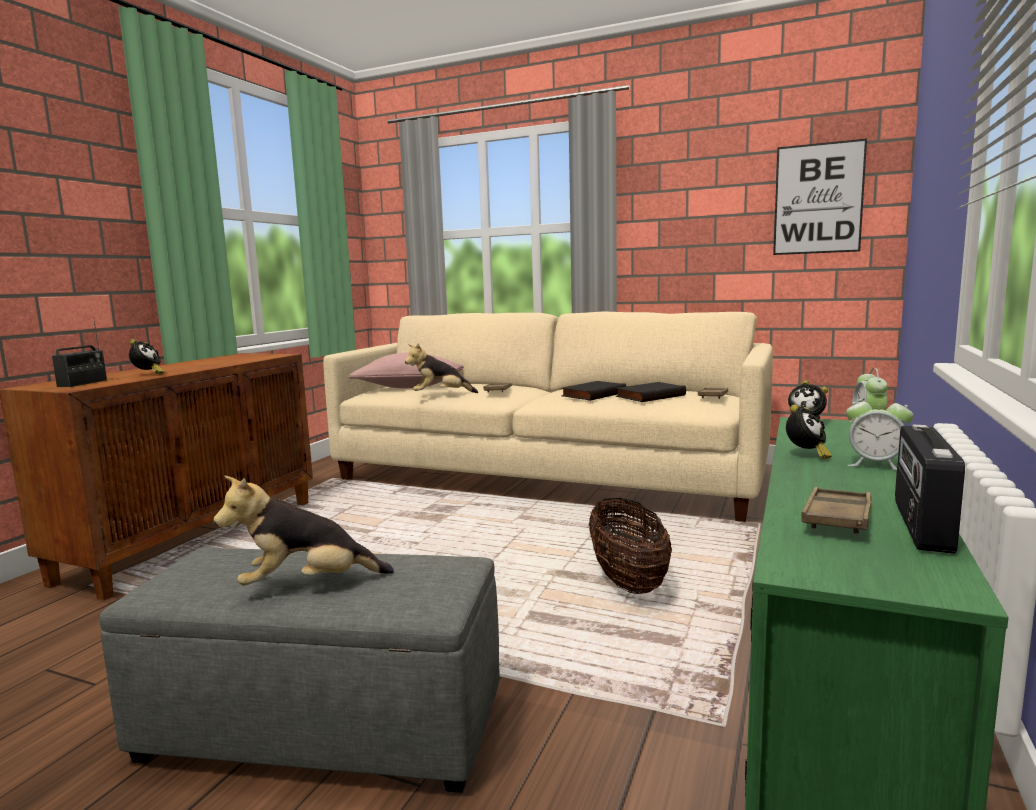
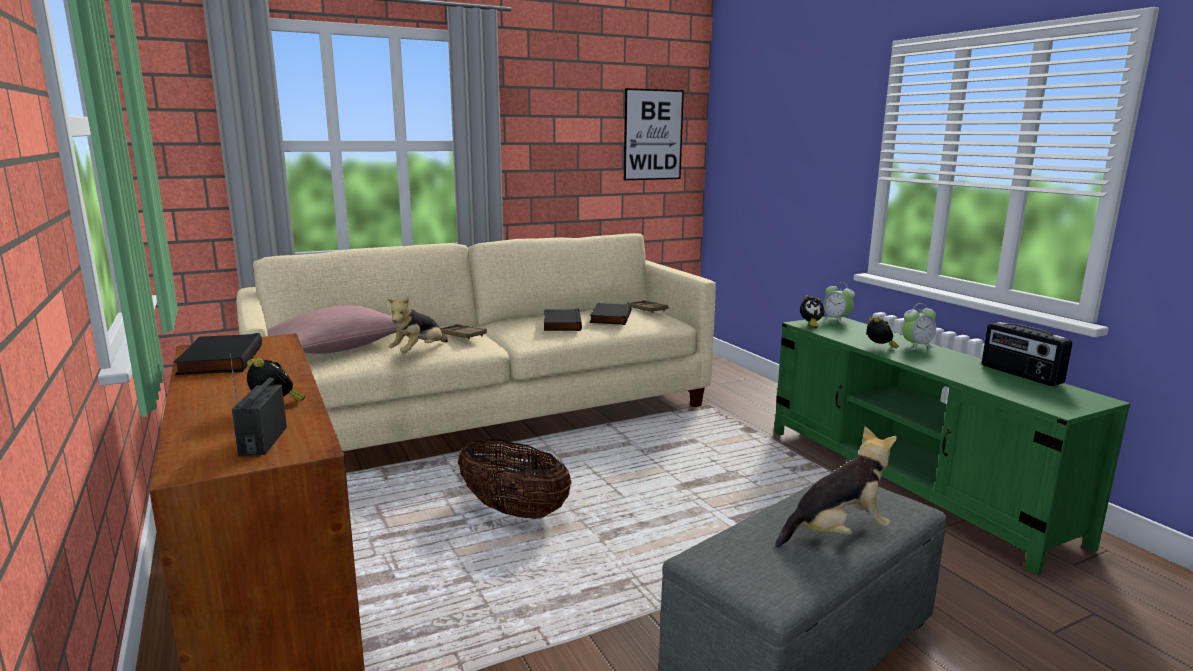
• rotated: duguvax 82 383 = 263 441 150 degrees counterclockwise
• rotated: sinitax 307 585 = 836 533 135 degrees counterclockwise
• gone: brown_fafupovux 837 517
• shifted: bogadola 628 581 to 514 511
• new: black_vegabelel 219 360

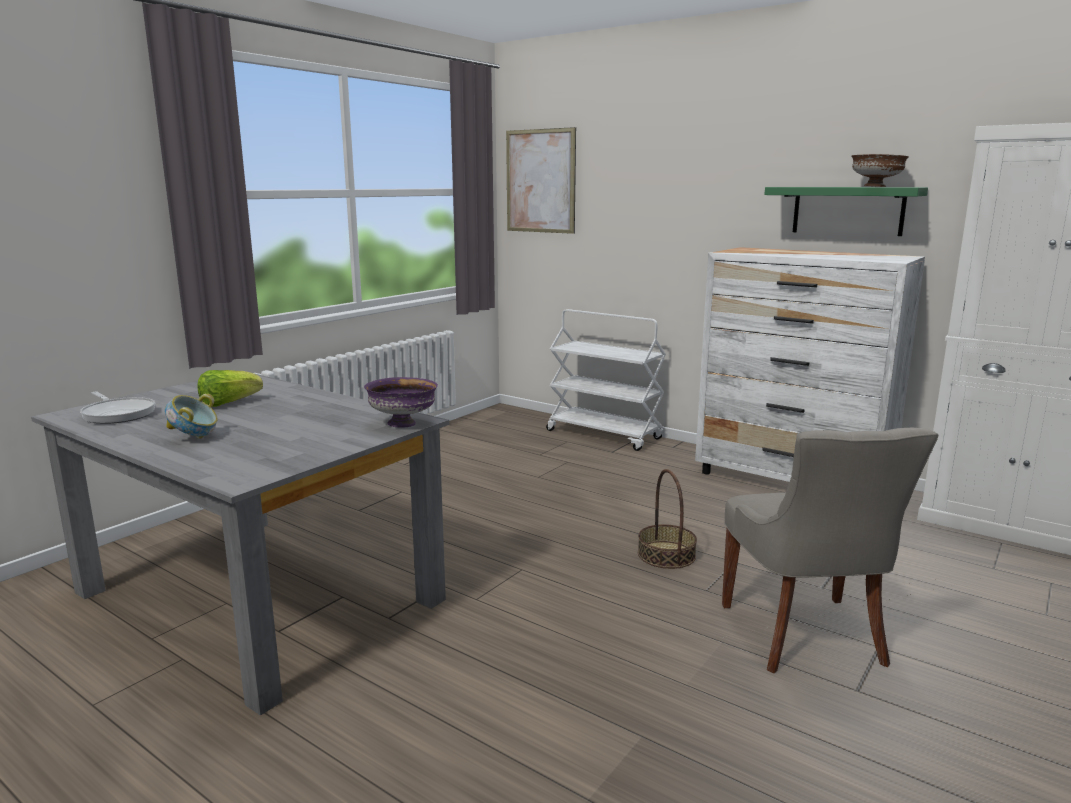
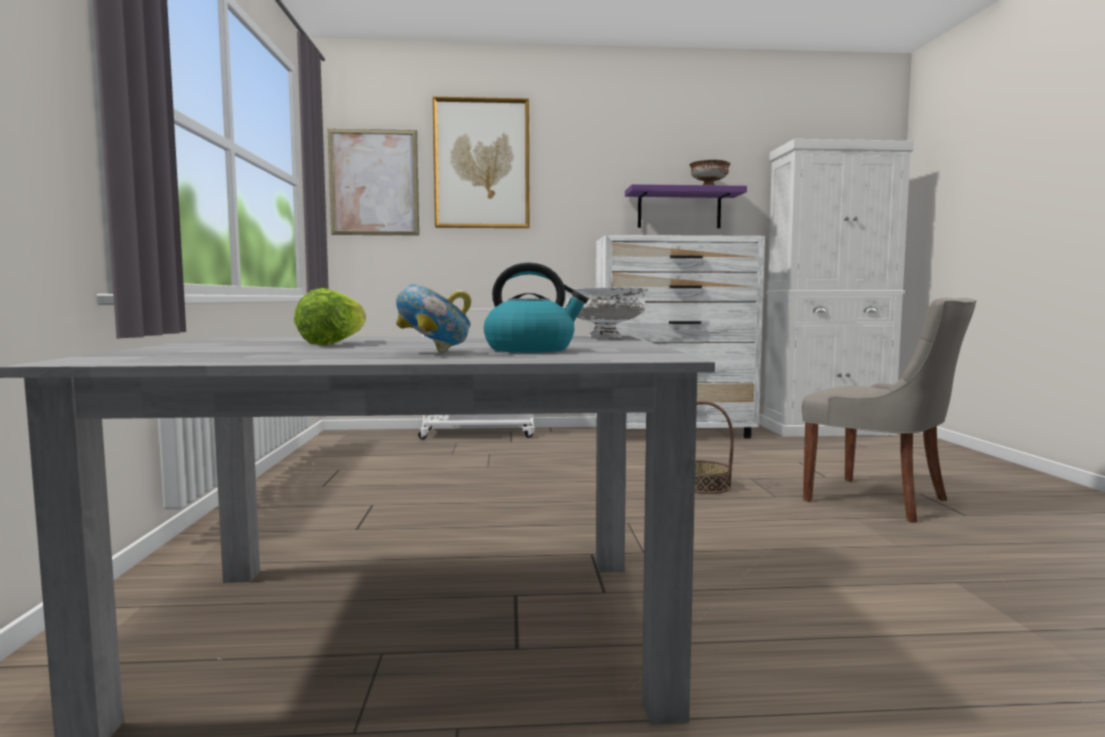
• repainted: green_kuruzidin 848 210 to purple_kuruzidin 679 209
• repainted: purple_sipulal 402 423 to white_sipulal 604 337
• gone: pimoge 118 414
• new: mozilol 481 164
• new: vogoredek 531 349

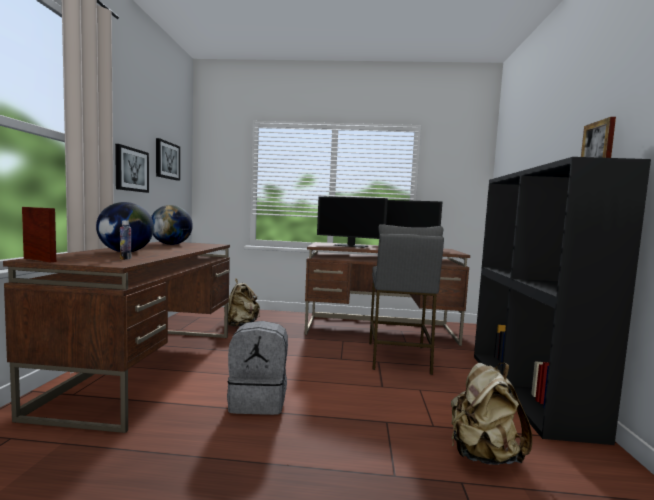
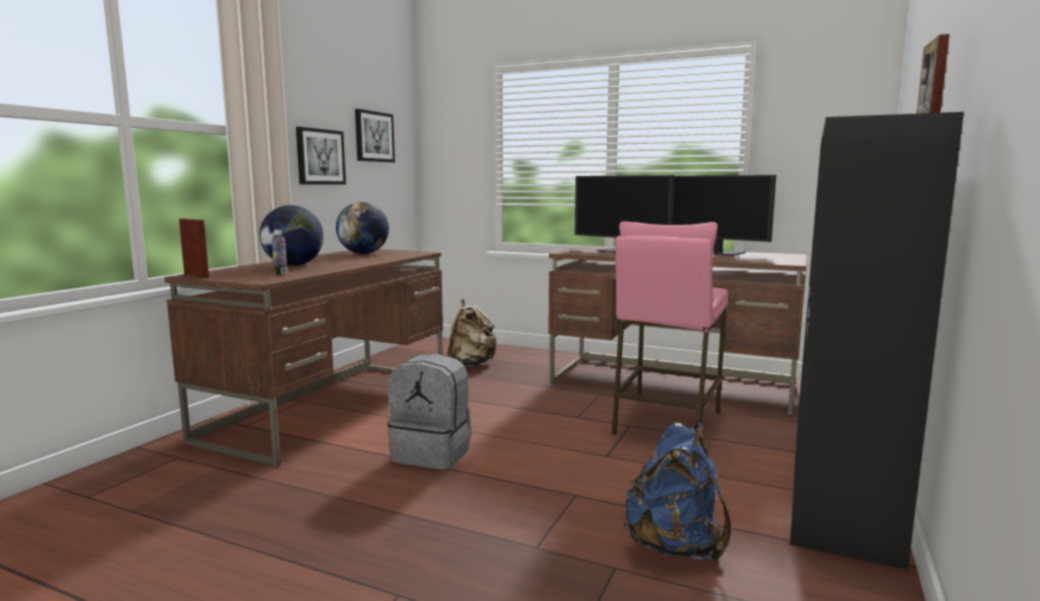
• repainted: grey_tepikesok 398 357 to pink_tepikesok 665 423
• repainted: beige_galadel 482 454 to blue_galadel 675 547

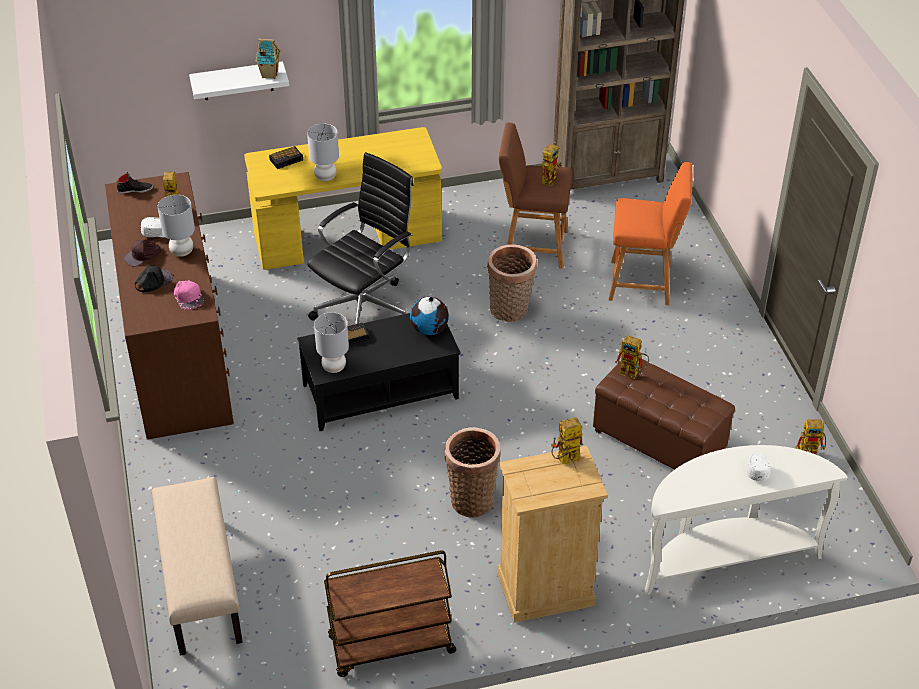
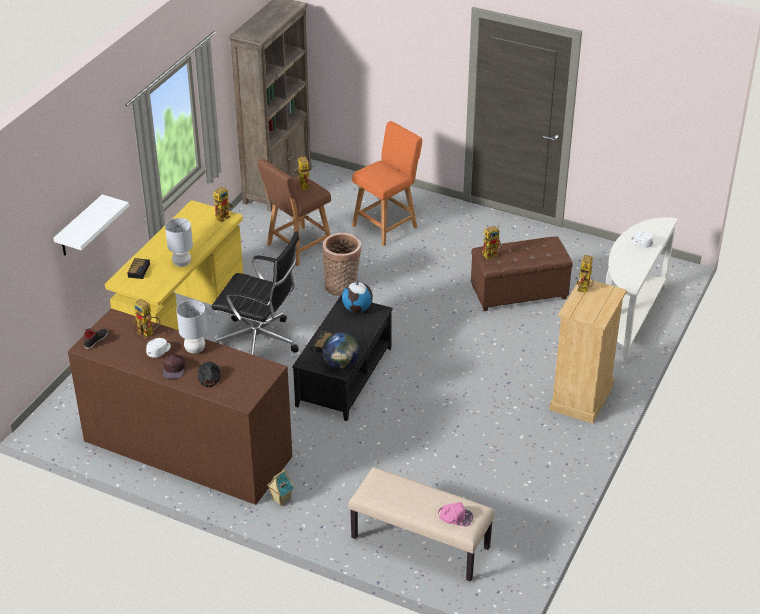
• shifted: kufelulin 269 74 to 280 500
• rotated: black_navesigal 365 308 = 259 343 120 degrees clockwise
• shifted: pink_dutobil 188 296 to 455 516
• swapped: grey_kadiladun 334 367 to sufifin 341 364
• shifted: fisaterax 811 452 to 224 216
• gone: bogadola 472 498
• gone: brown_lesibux 391 646

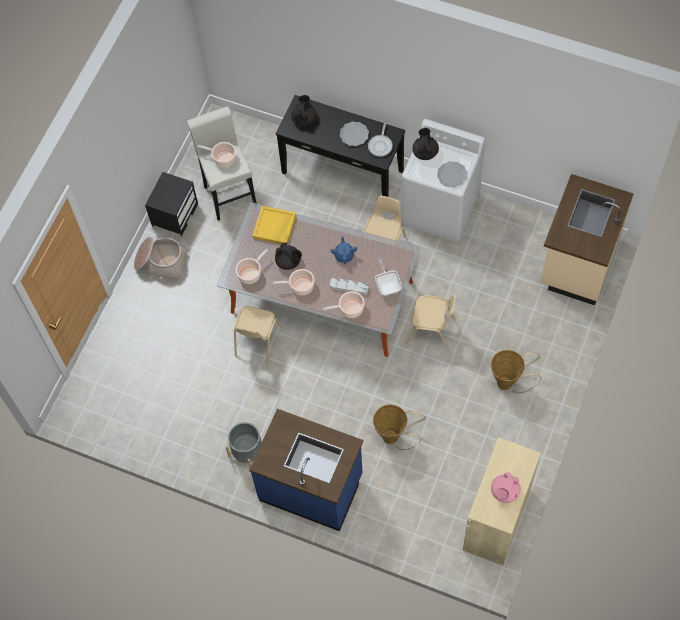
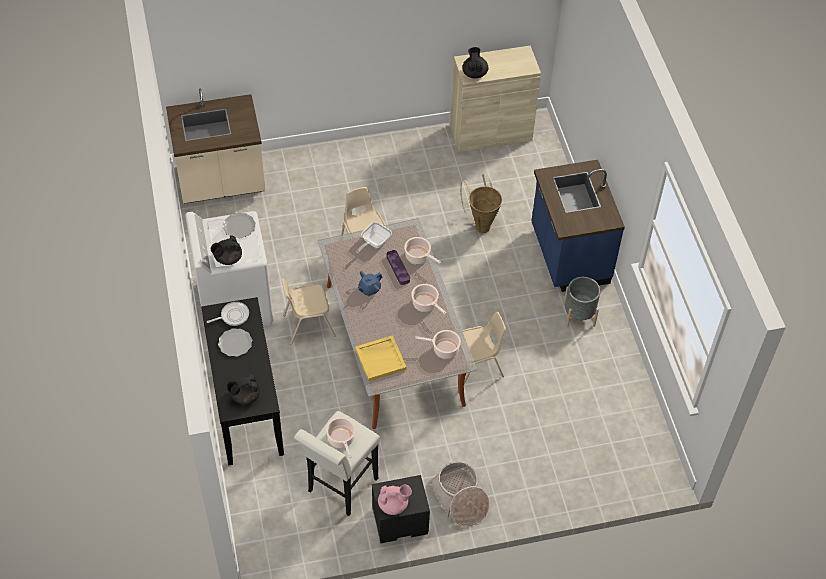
• shifted: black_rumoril 289 262 to 474 73
• repainted: grey_fafupovux 349 287 to purple_fafupovux 398 268
• gone: bogadola 508 383
• shifted: pink_rumoril 504 492 to 393 505

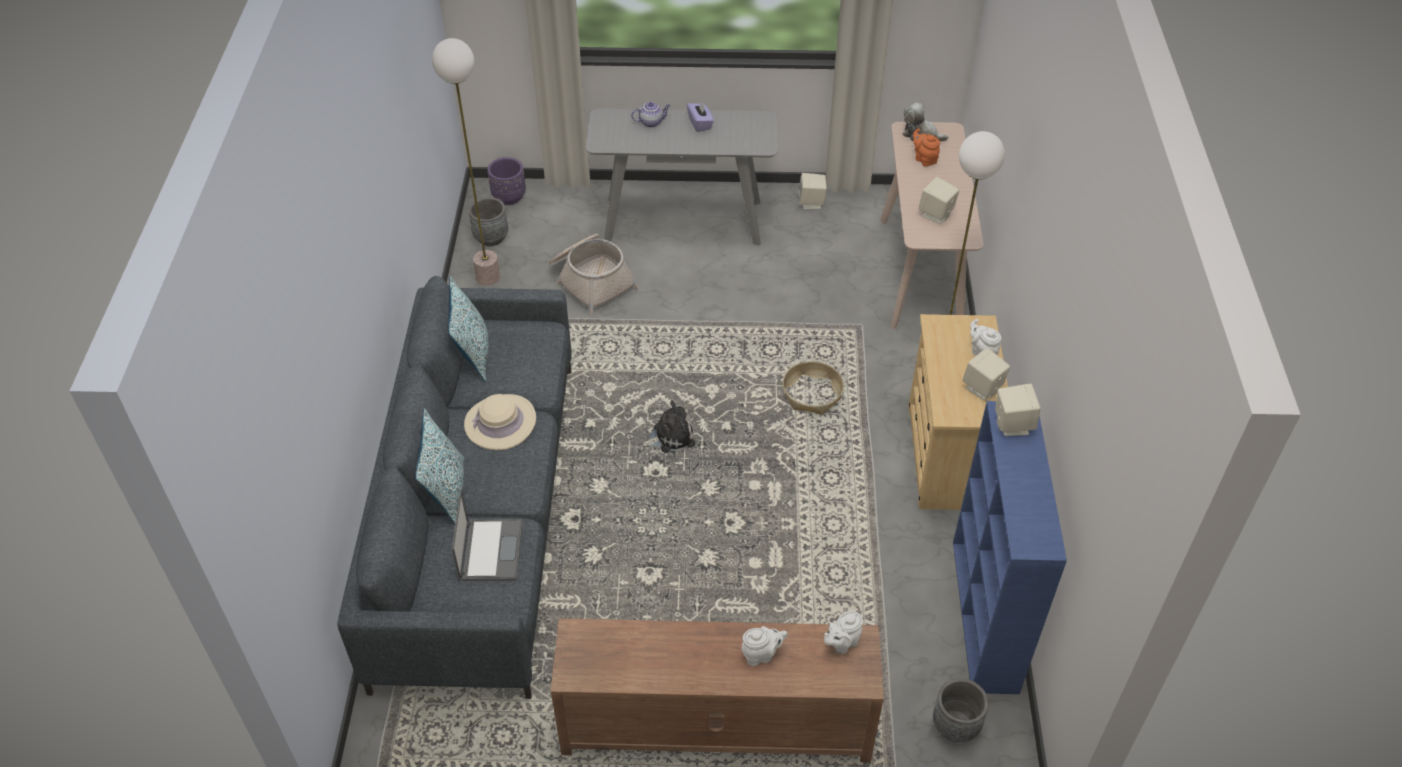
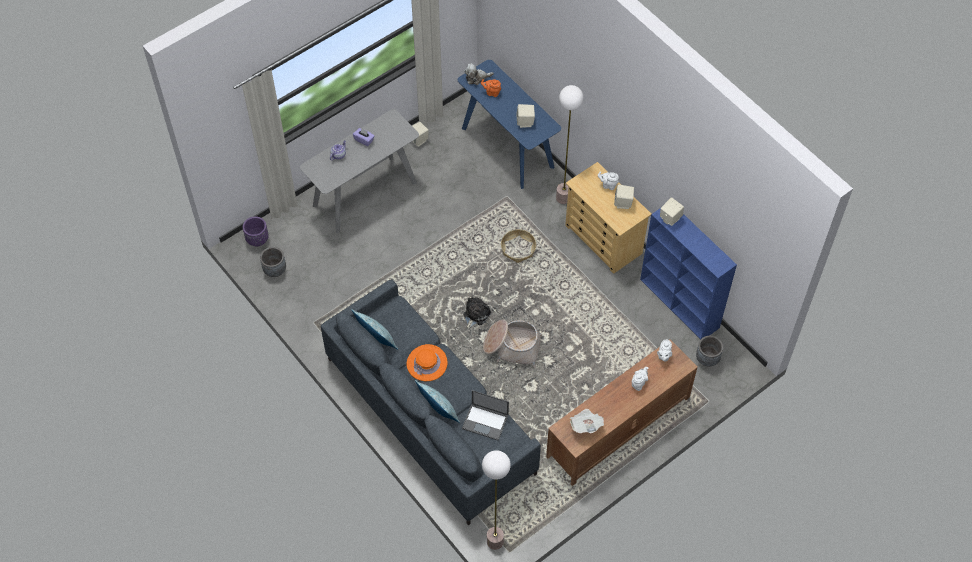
• shifted: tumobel 487 276 to 494 541
• repainted: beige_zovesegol 921 272 to blue_zovesegol 508 147
• shifted: bogadola 591 280 to 512 347
• repainted: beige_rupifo 500 423 to orange_rupifo 427 363
• rotated: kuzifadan 491 549 = 485 421 150 degrees clockwise
• new: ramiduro 586 425

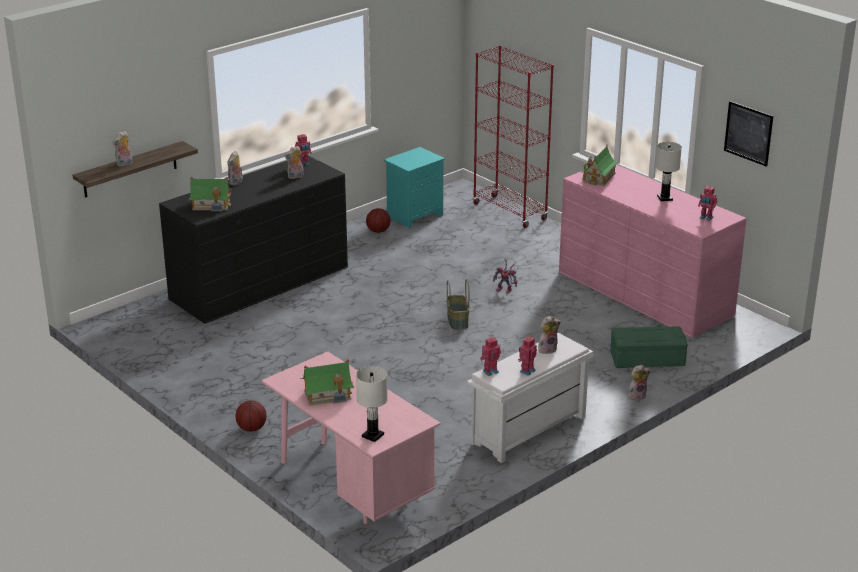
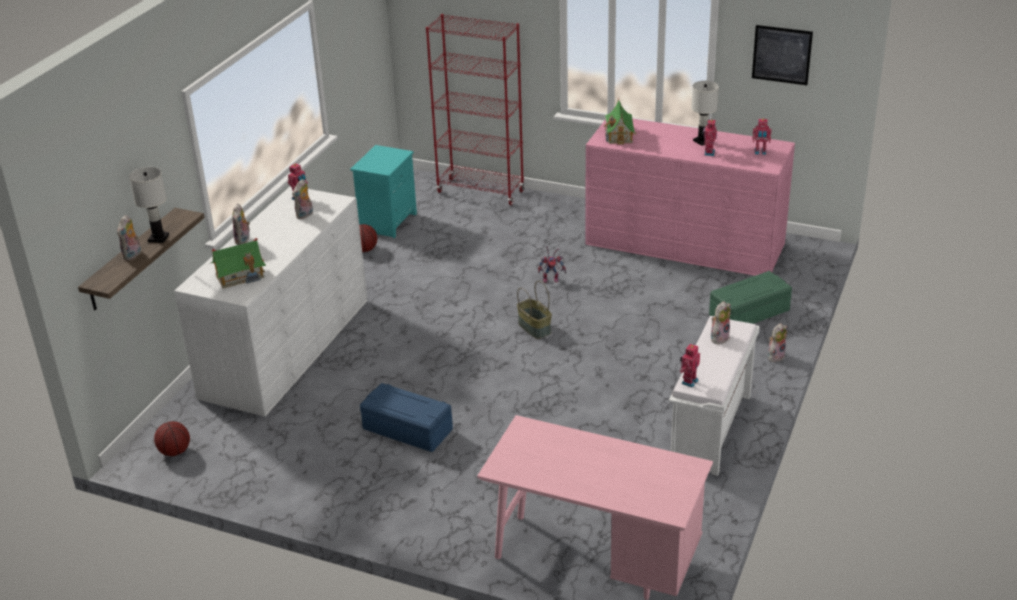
• repainted: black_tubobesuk 260 283 to white_tubobesuk 286 347
• shifted: fisaterax 526 371 to 708 153
• gone: kufelulin 328 395
• shifted: white_kadiladun 372 435 to 158 238
• shifted: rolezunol 252 428 to 175 451
• new: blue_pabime 406 430

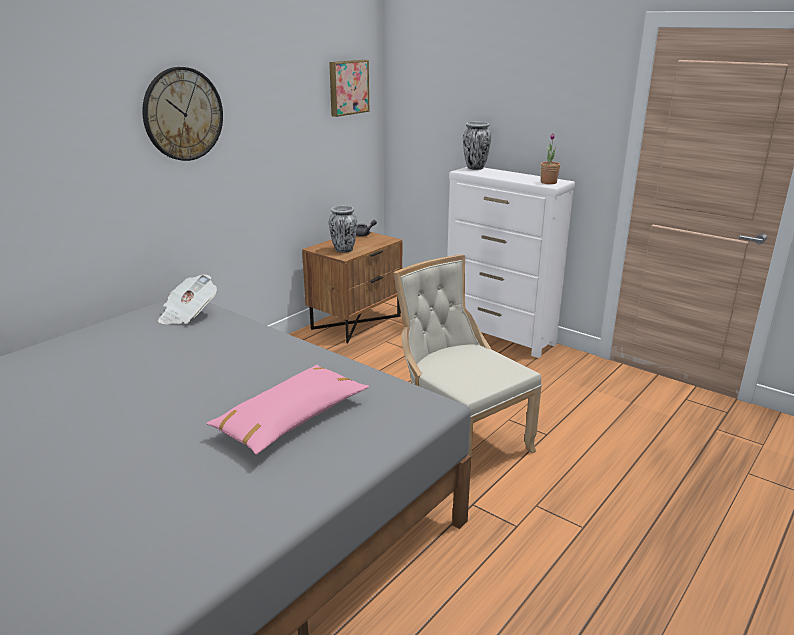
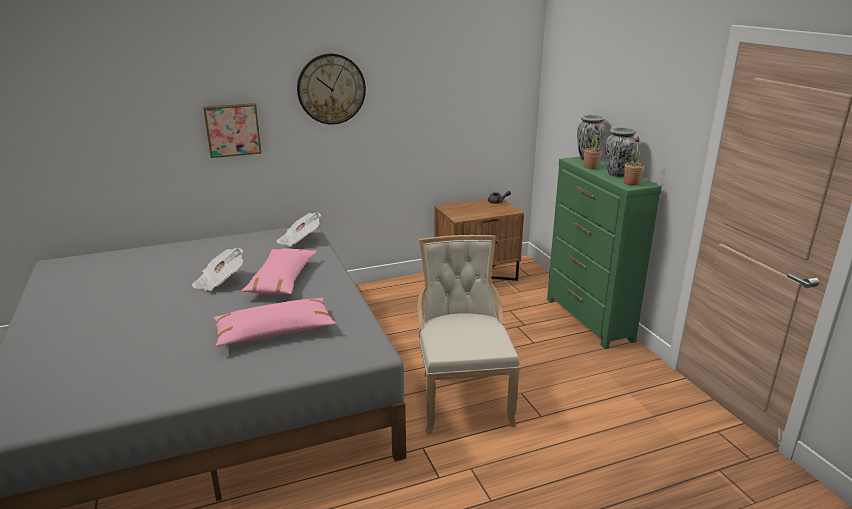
• shifted: mozilol 347 87 to 232 129
• repainted: white_tubobesuk 499 336 to green_tubobesuk 589 320
• shifted: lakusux 344 250 to 617 174
• new: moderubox 591 167
• new: ramiduro 219 282
• new: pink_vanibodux 282 280

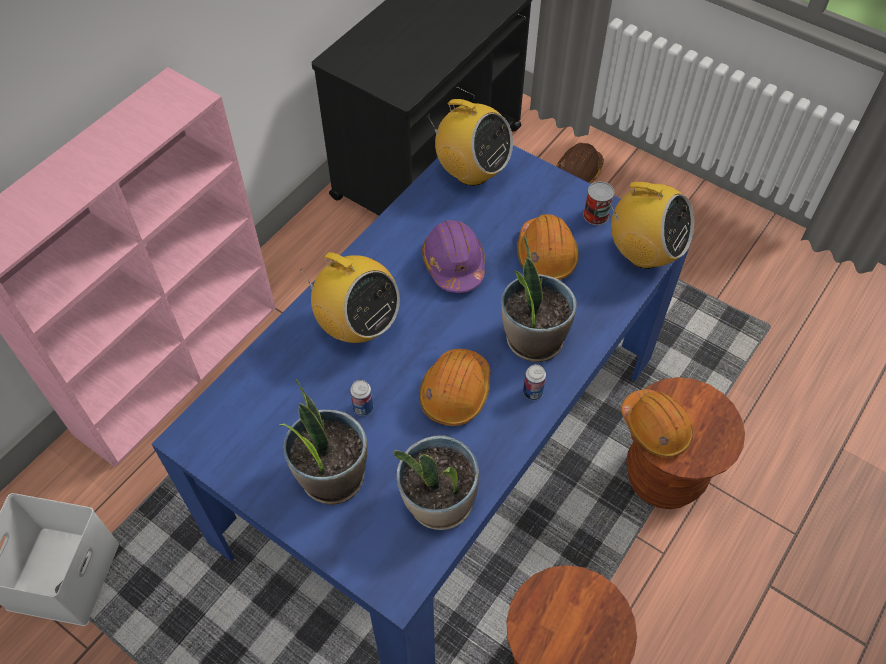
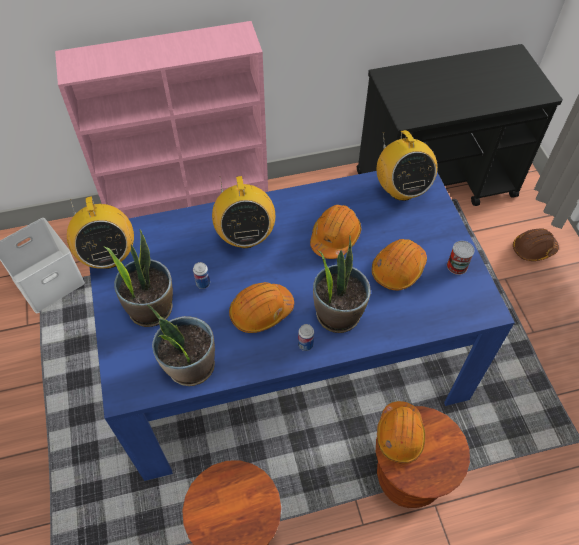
• shifted: duguvax 644 253 to 108 256
• repainted: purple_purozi 454 264 to orange_purozi 335 237

